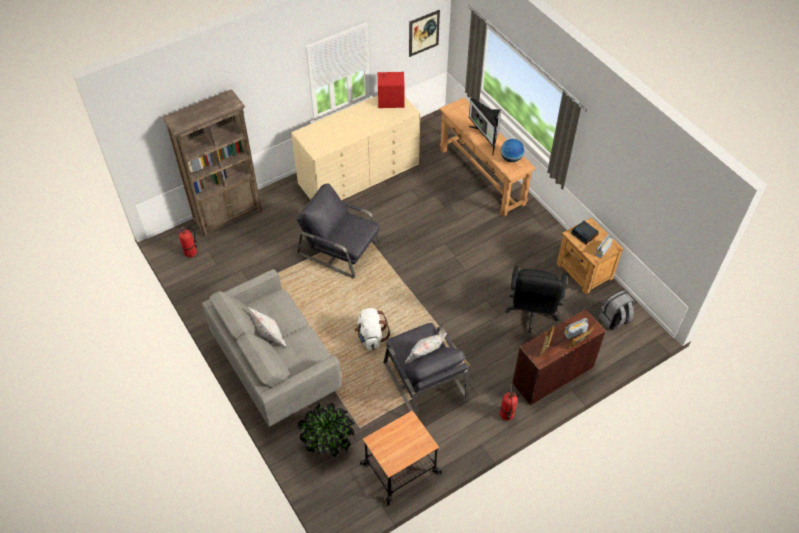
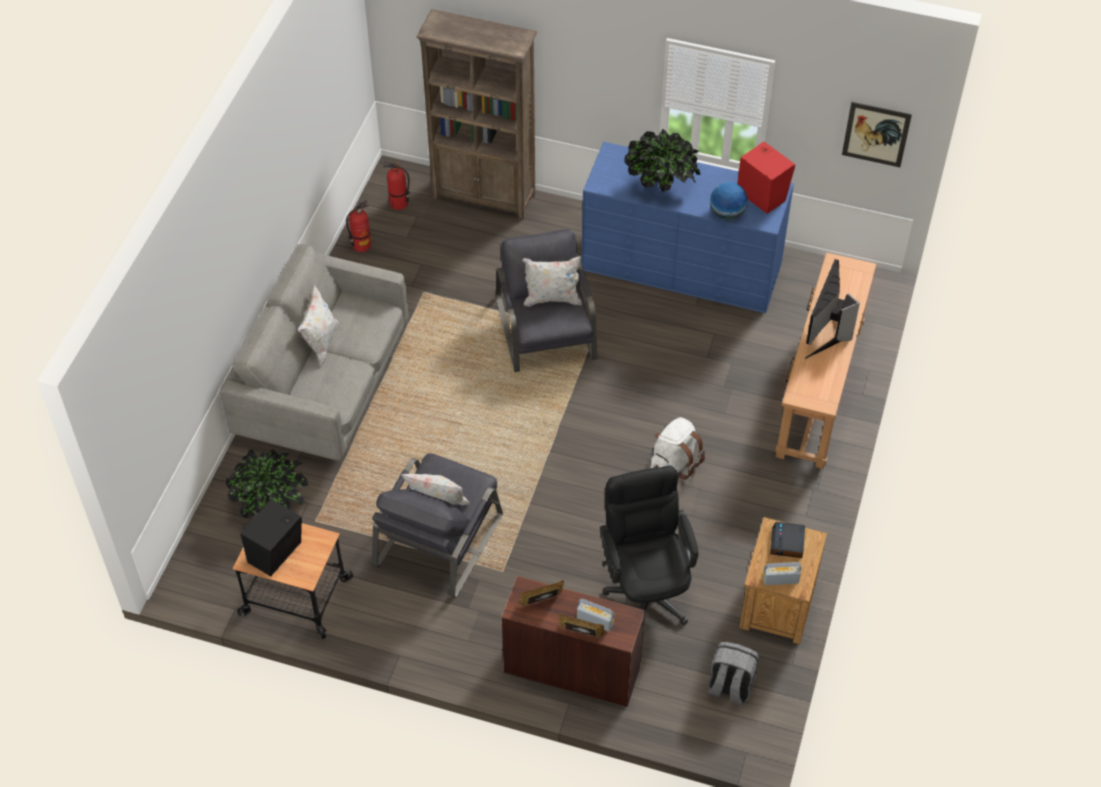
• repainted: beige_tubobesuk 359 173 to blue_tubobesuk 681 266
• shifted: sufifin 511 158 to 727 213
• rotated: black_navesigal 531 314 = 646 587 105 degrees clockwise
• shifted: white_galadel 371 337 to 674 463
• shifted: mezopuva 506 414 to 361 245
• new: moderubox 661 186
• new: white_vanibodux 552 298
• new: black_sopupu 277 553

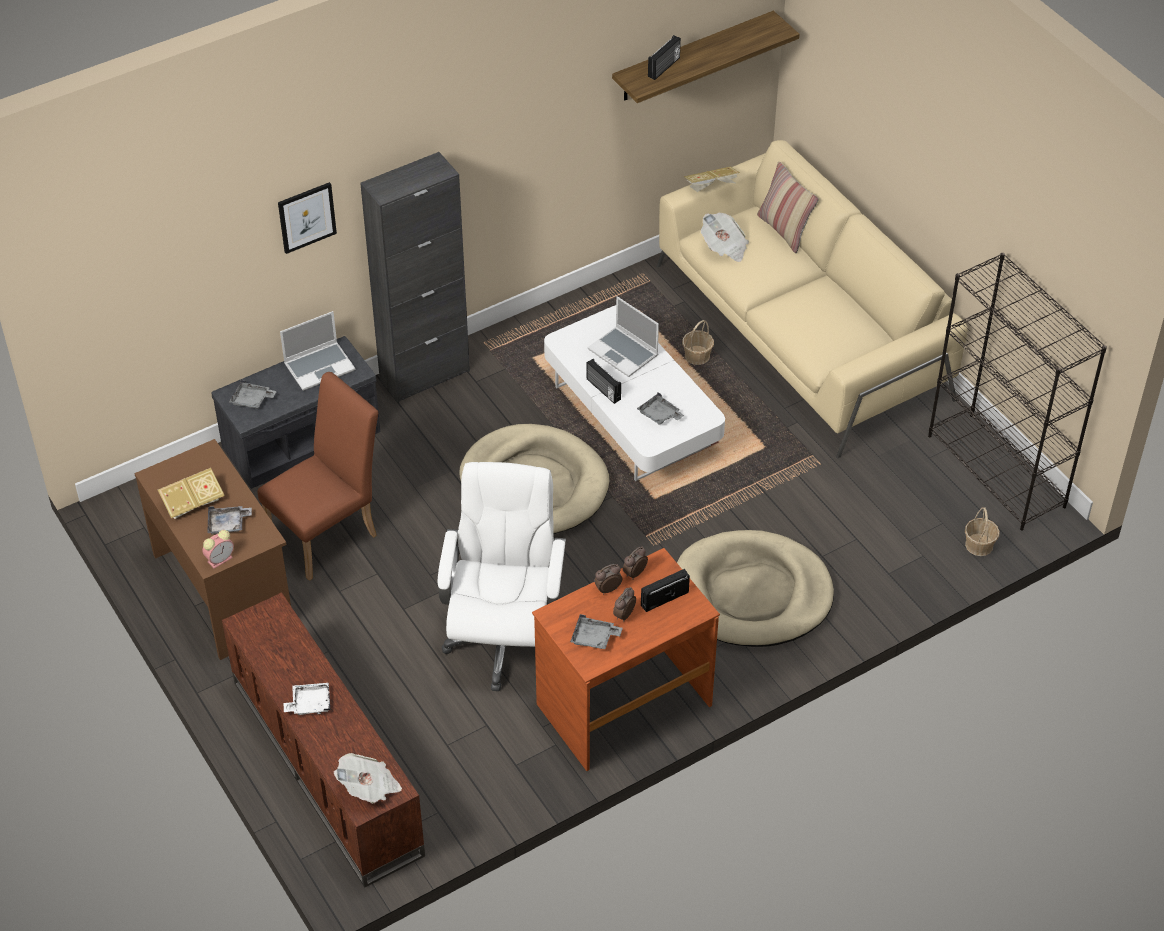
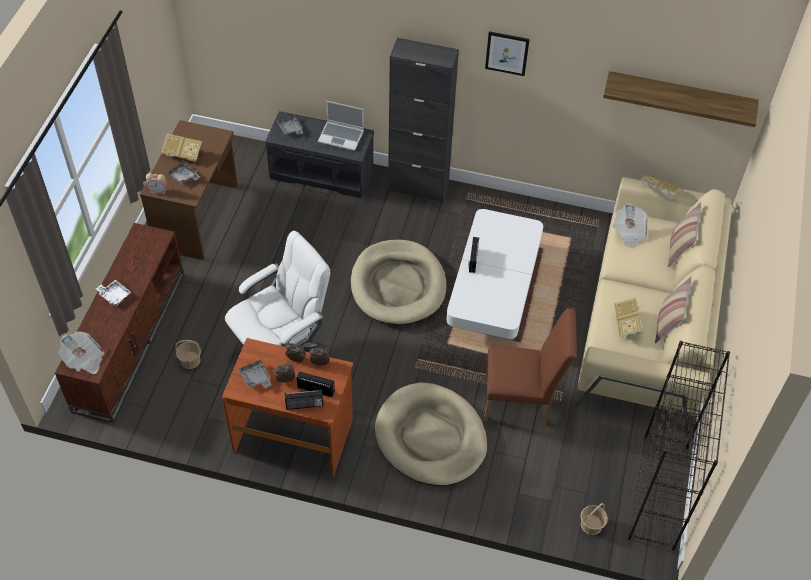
• shifted: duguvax 664 67 to 304 405
• shifted: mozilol 306 217 to 507 53
• gone: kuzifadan 624 353
• shifted: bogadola 697 356 to 190 360
• shifted: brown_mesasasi 329 534 to 521 402
• gone: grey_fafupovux 659 415
• new: vanibodux 667 324
• new: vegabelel 627 324

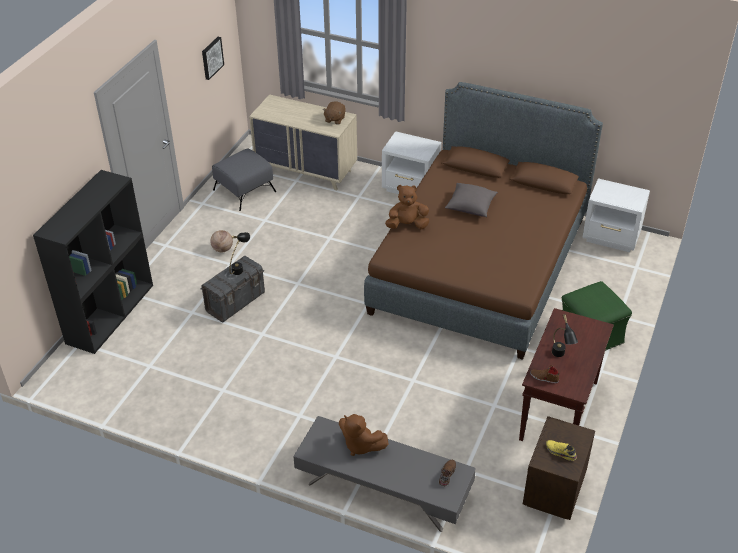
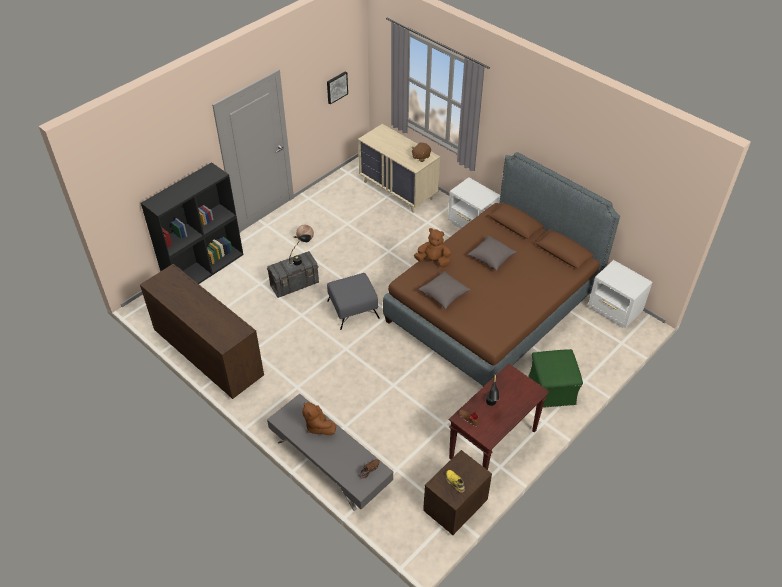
• shifted: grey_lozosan 244 191 to 352 309
• new: brown_tubobesuk 208 355
• new: grey_vanibodux 444 295

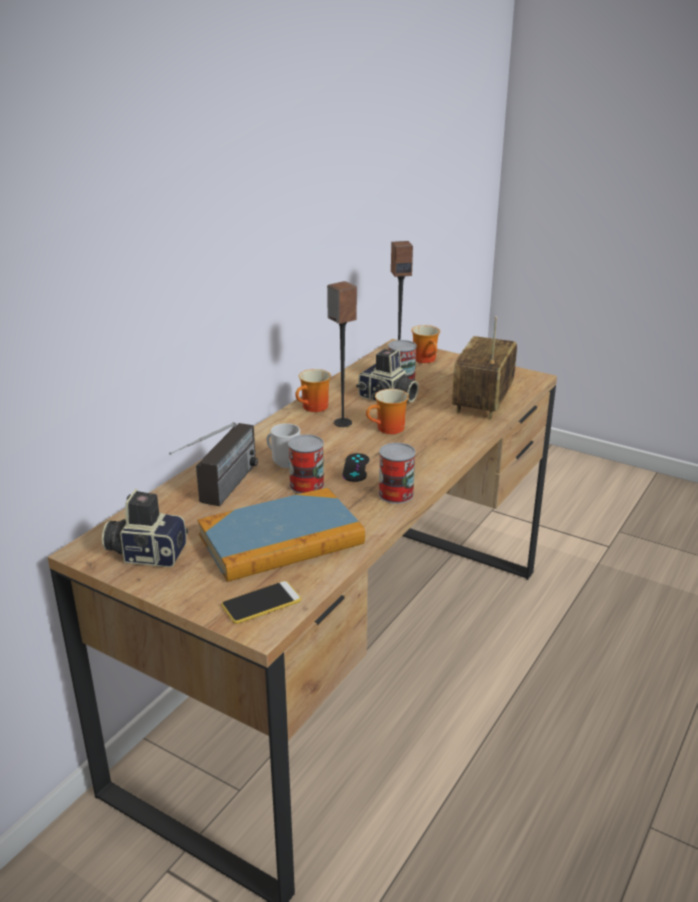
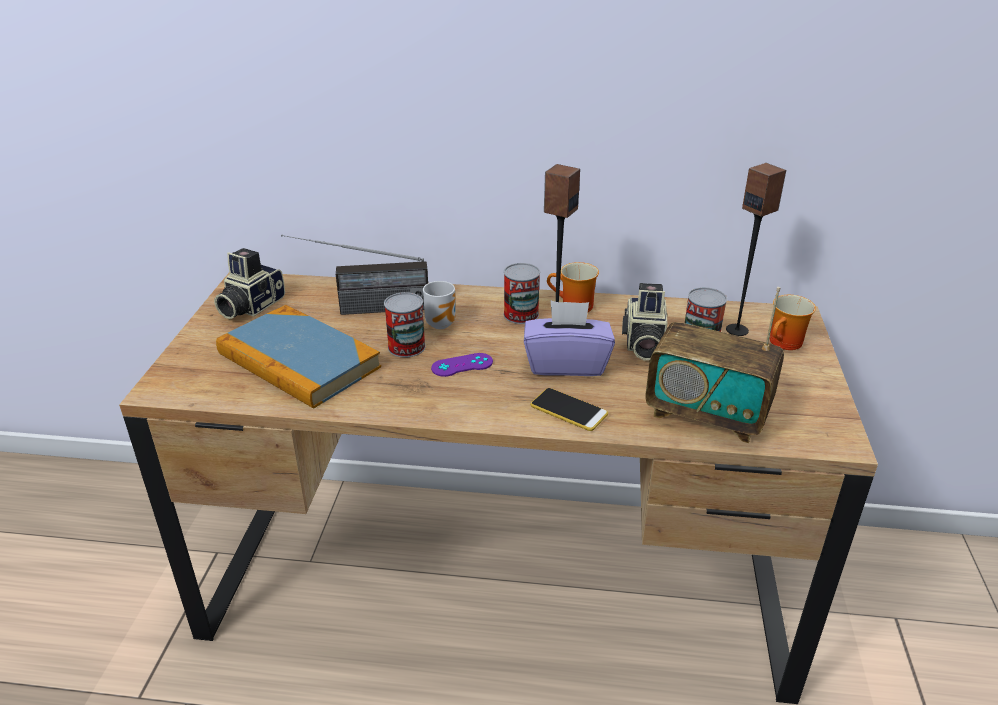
• rotated: duguvax 482 403 = 707 414 150 degrees counterclockwise
• swapped: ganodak 389 429 to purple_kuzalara 566 364
• shifted: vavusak 396 494 to 521 314
• repainted: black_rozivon 356 468 to purple_rozivon 462 365
• rotated: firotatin 147 553 = 250 306 135 degrees counterclockwise
• shifted: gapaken 261 603 to 568 410

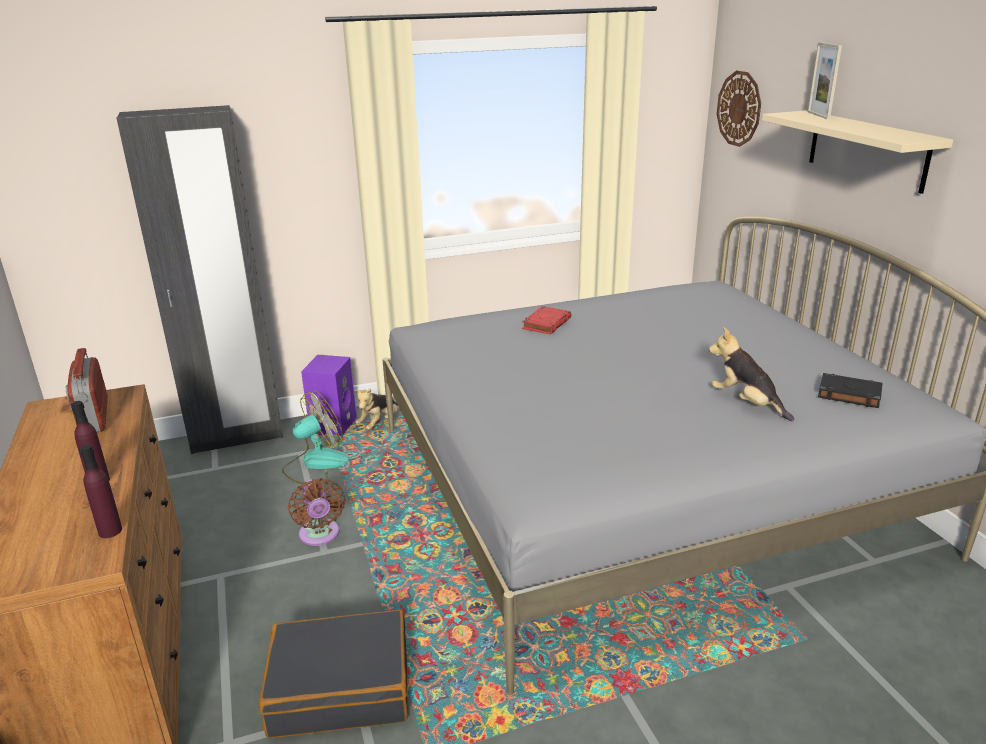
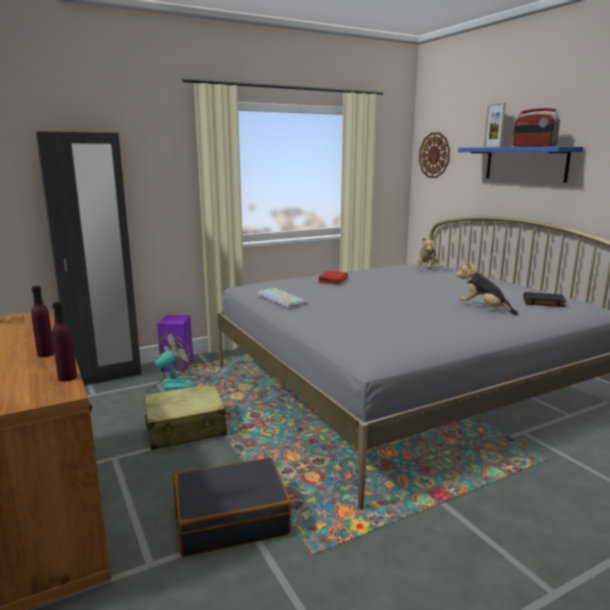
• repainted: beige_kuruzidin 867 150 to blue_kuruzidin 525 163
• shifted: duguvax 93 417 to 533 146
• shifted: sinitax 379 423 to 427 269
• swapped: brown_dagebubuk 320 535 to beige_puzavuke 186 428
• new: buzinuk 283 299

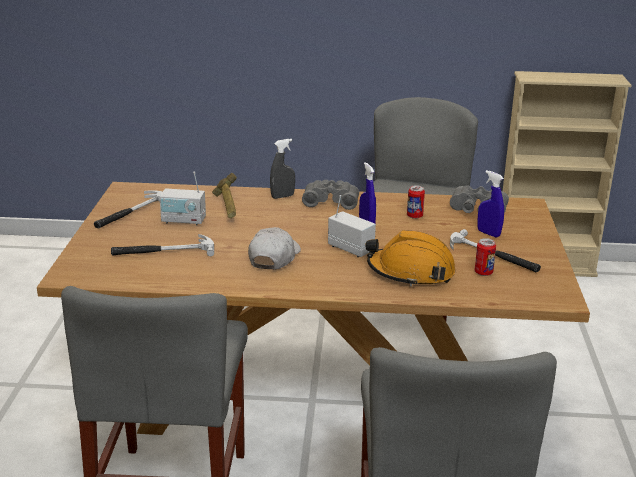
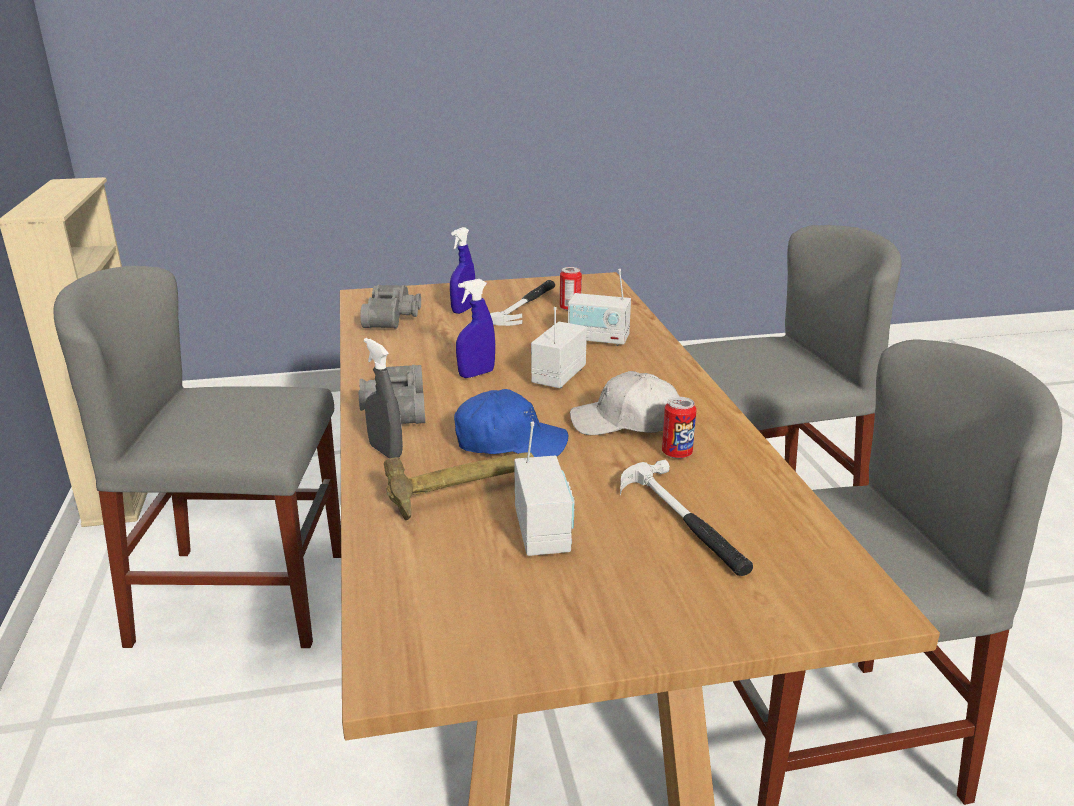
• shifted: vavusak 414 216 to 676 453
• gone: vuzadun 131 212
• swapped: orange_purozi 411 272 to duguvax 598 339
• new: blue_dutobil 509 442

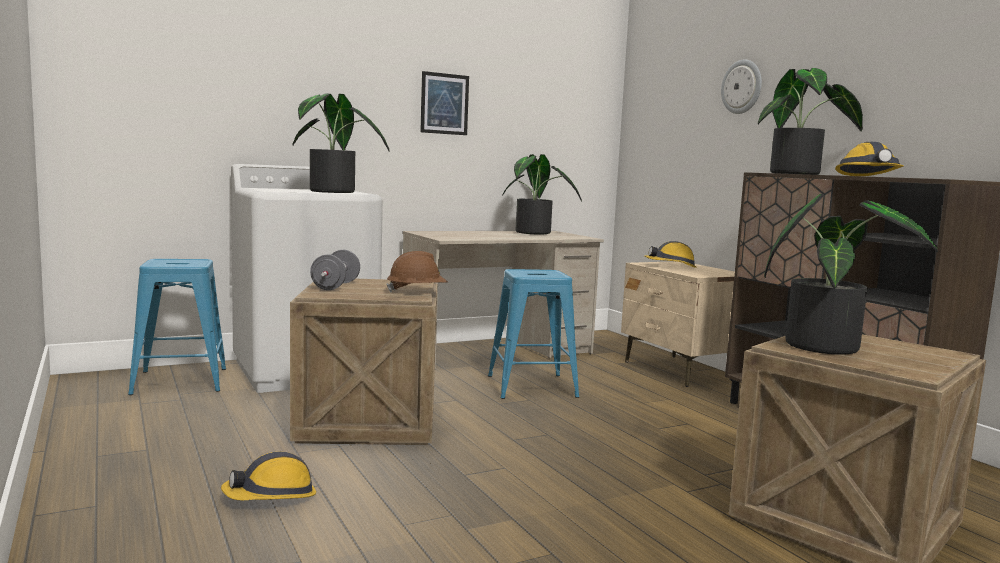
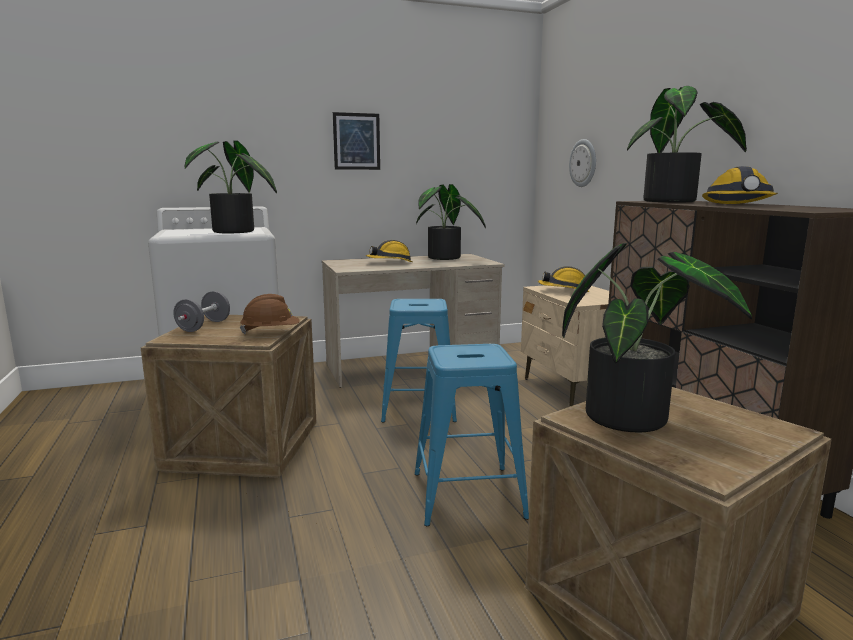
• shifted: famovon 742 87 to 583 163
• shifted: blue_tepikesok 179 381 to 467 495
• shifted: purozi 271 496 to 390 262

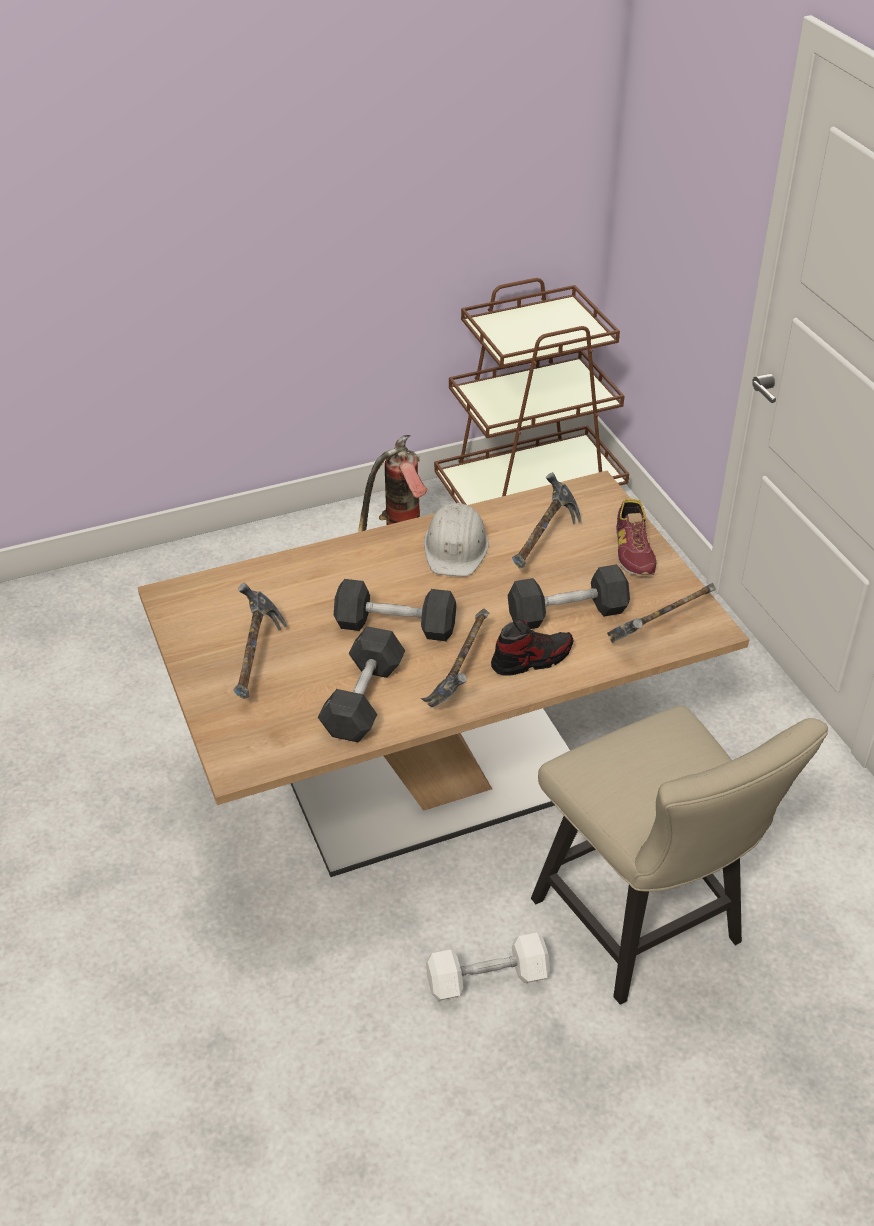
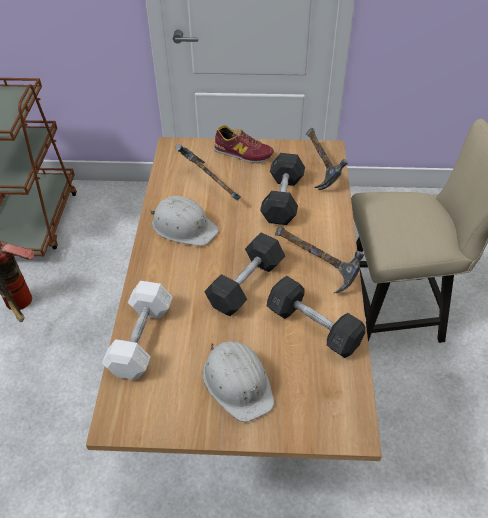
• swapped: vuzadun 255 662 to white_purozi 238 382
• gone: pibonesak 531 659
• shifted: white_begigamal 487 979 to 141 339

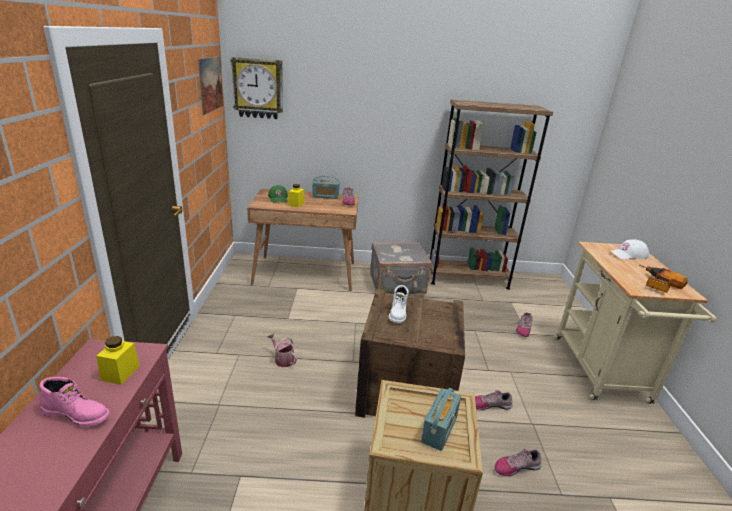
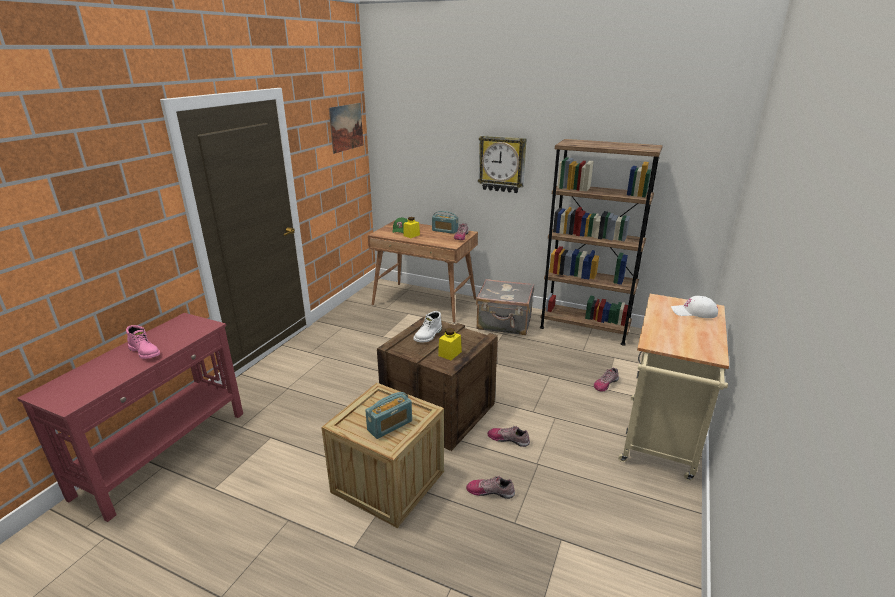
• shifted: famovon 258 88 to 502 164
• gone: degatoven 656 284
• gone: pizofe 282 359
• shifted: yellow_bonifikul 120 373 to 450 353

